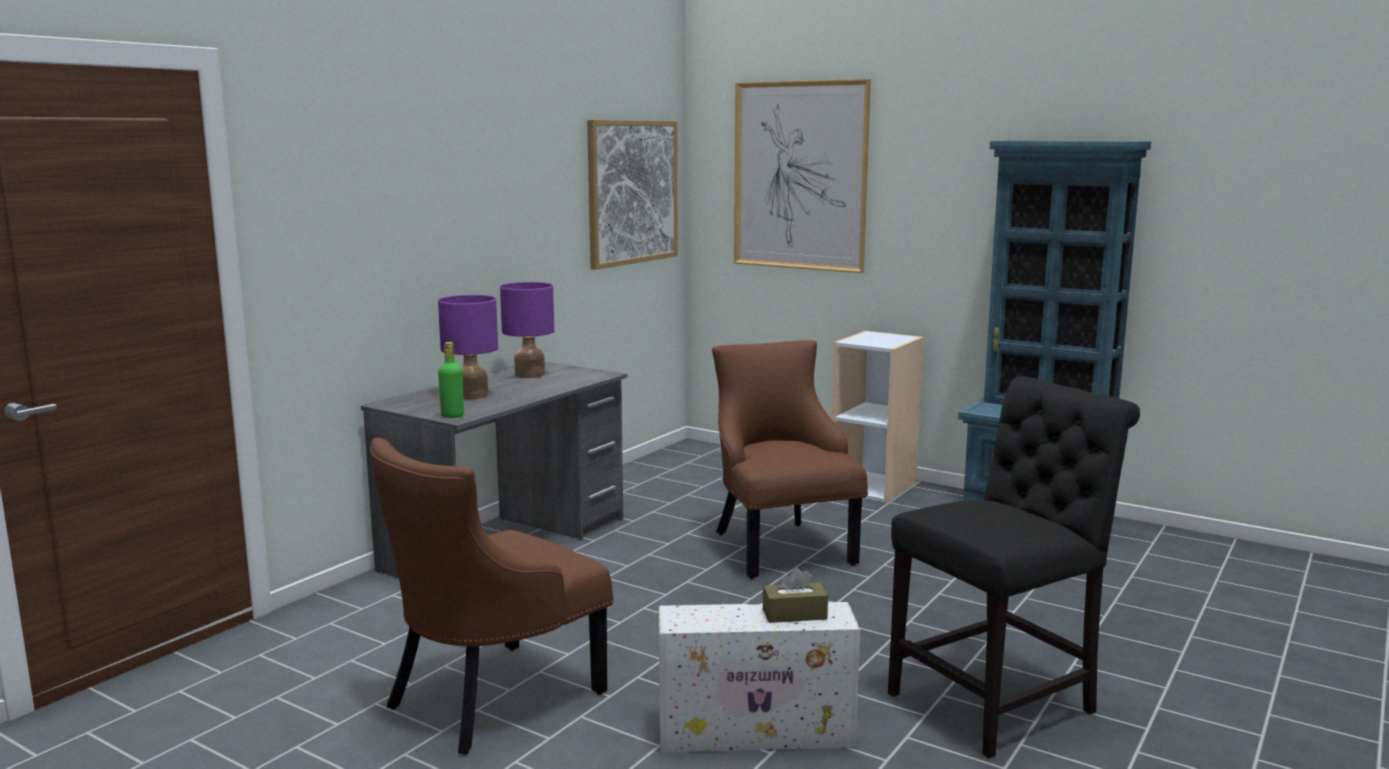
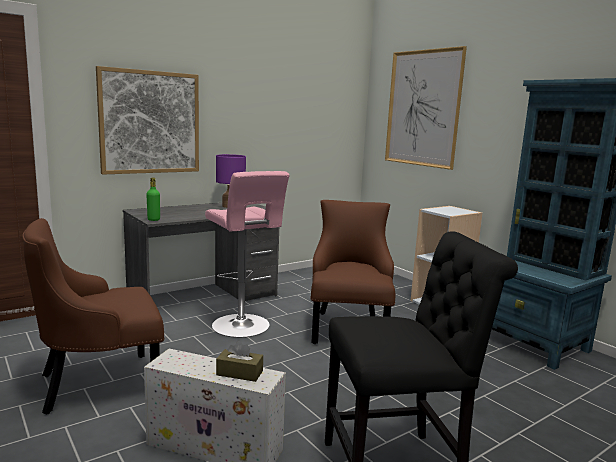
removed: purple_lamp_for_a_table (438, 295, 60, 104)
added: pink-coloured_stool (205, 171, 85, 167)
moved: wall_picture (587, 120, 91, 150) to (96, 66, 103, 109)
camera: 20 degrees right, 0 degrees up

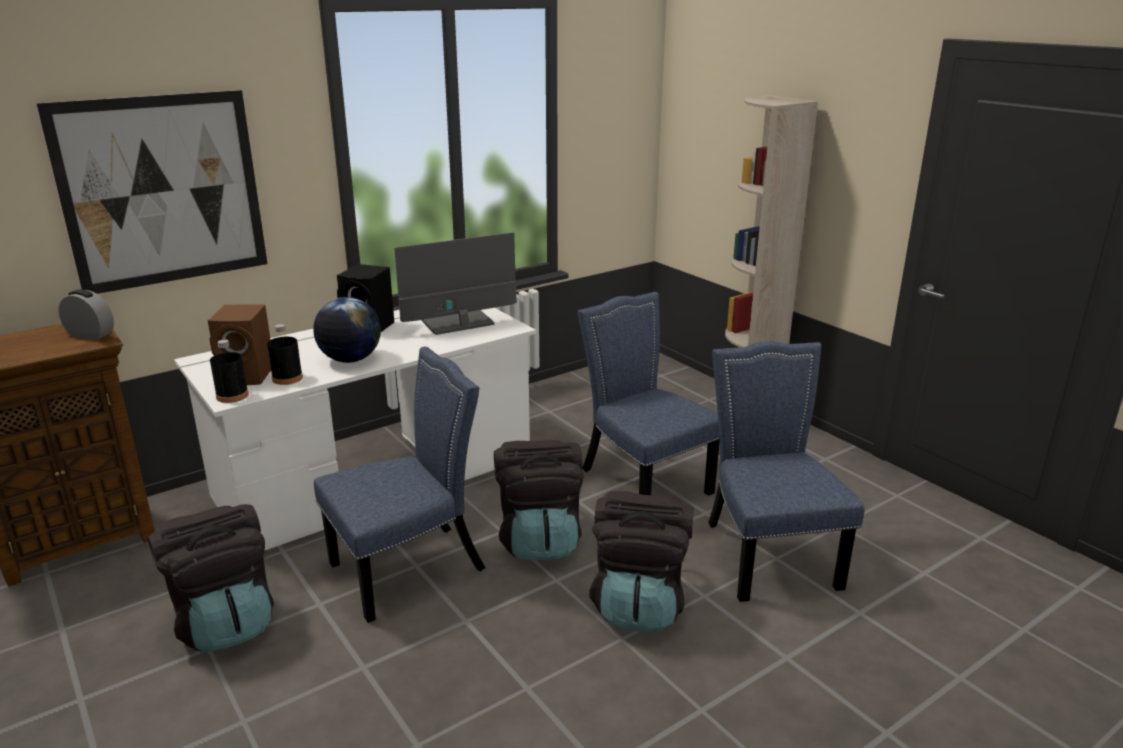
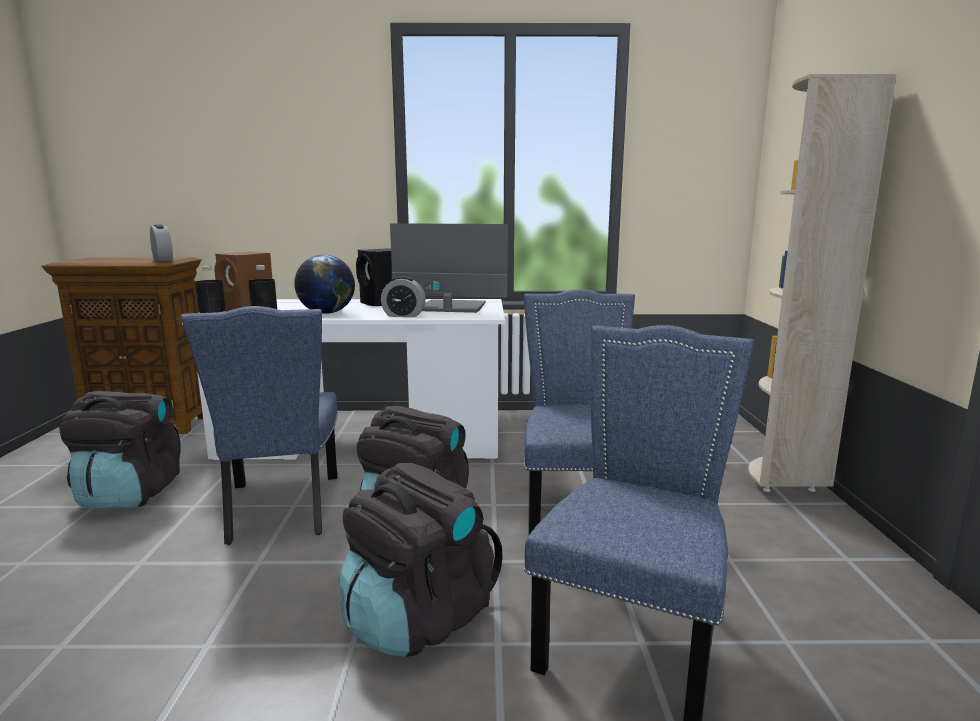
removed: wall_picture (36, 90, 232, 204)
added: bedside_clock (381, 276, 45, 41)
turned: blue_chair (314, 347, 172, 276) = (181, 306, 157, 239) 75 degrees clockwise
camera: 35 degrees right, 10 degrees down

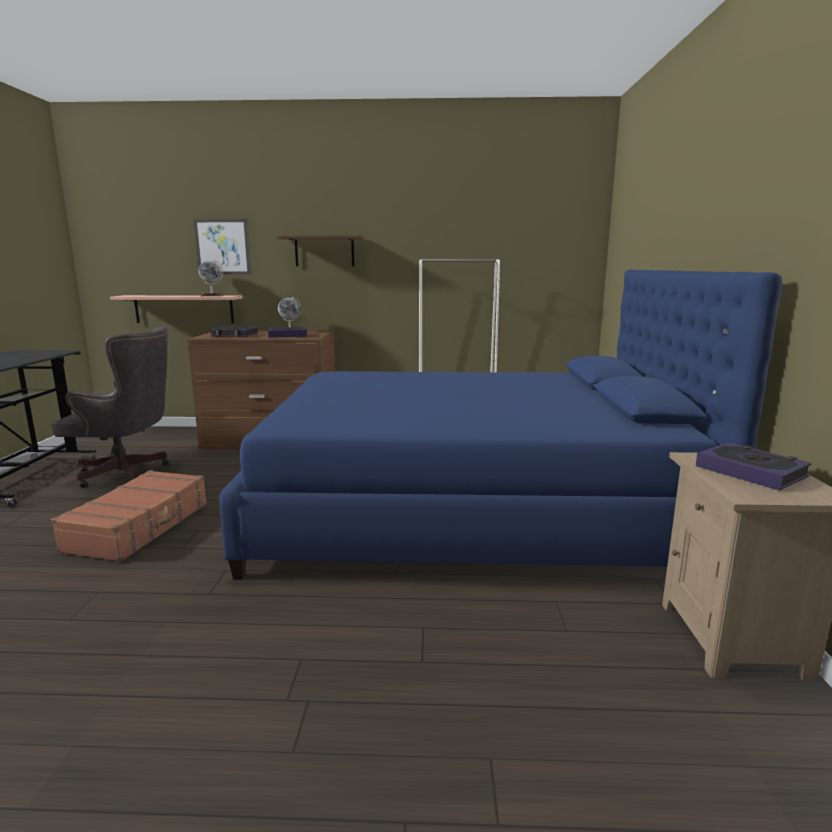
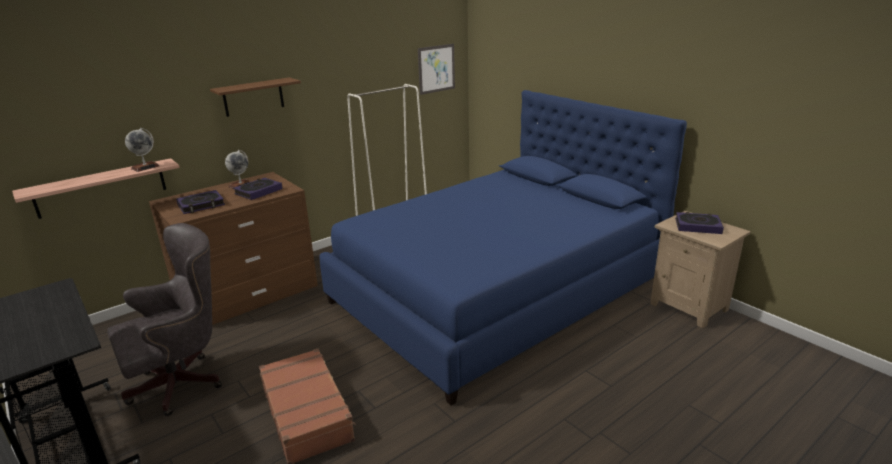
moved: wall_picture (193, 219, 58, 56) to (418, 44, 37, 51)
camera: 40 degrees left, 10 degrees up

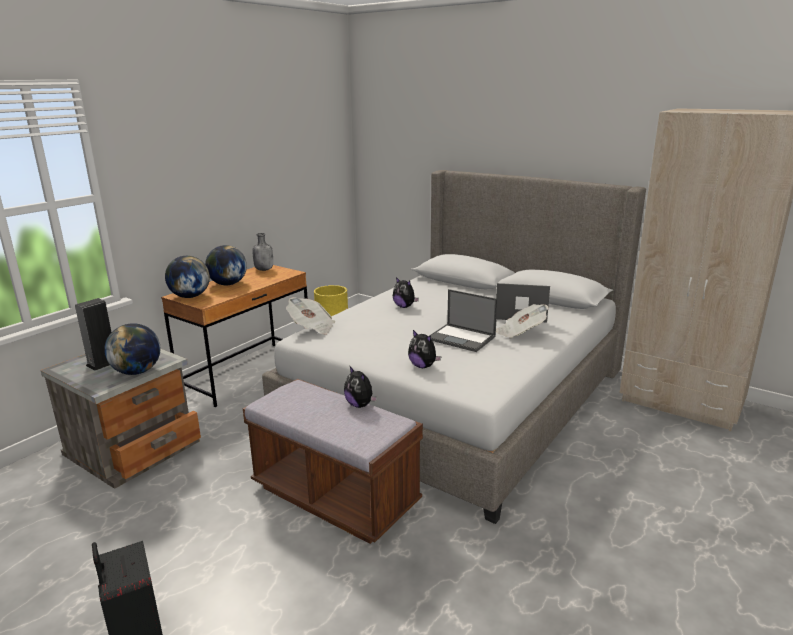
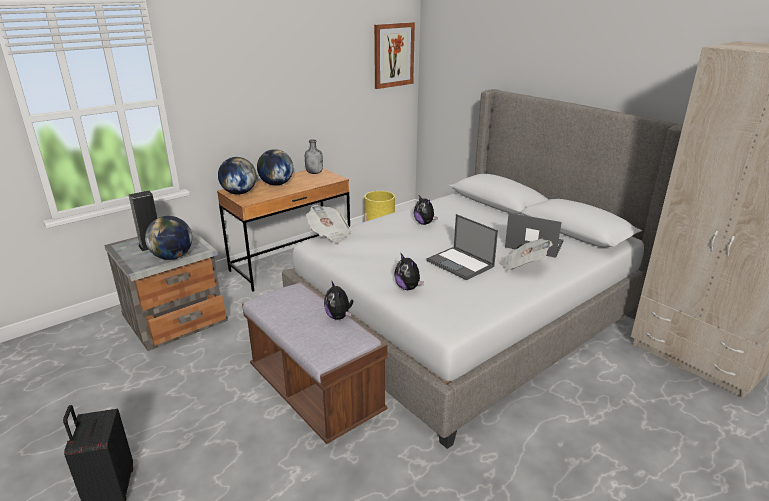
added: wall_picture (374, 22, 41, 67)
camera: 15 degrees right, 5 degrees up

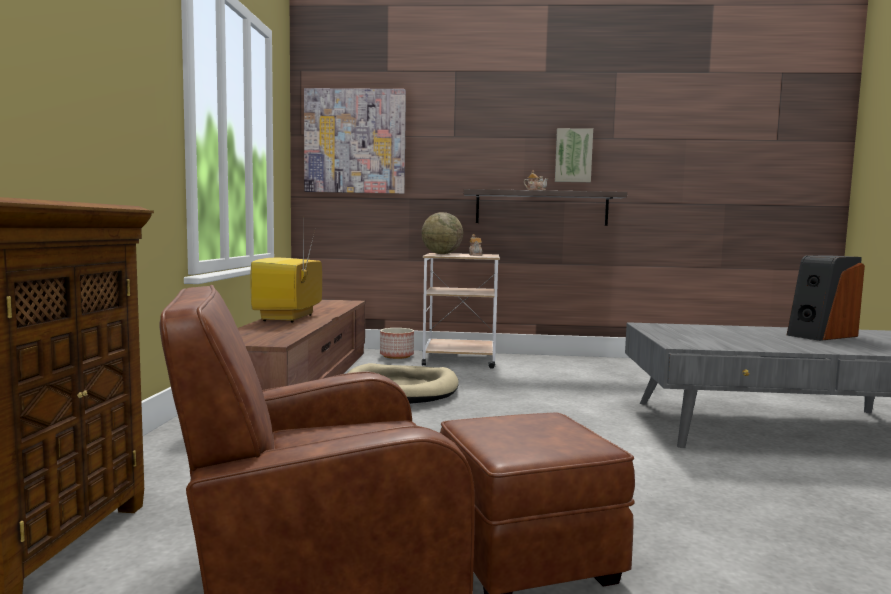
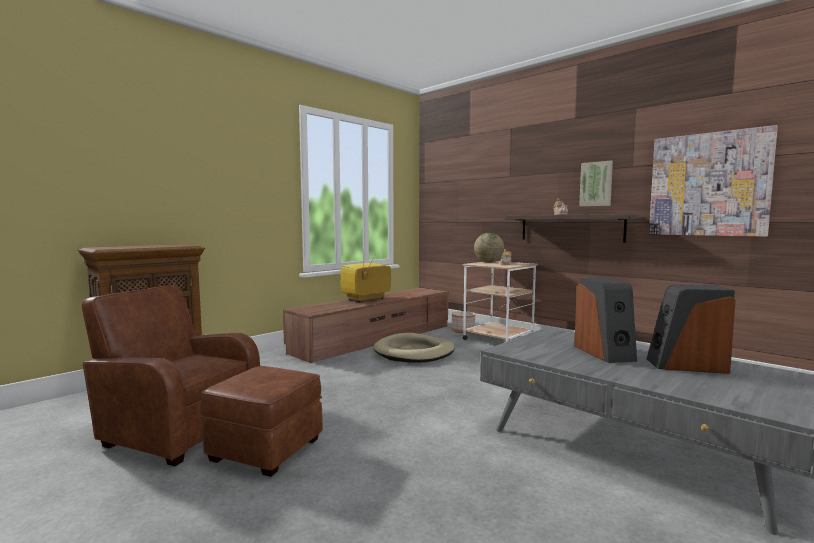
added: loudspeaker (574, 278, 63, 85)
moved: wall_picture (304, 88, 102, 106) to (649, 125, 129, 112)
camera: 40 degrees right, 0 degrees up

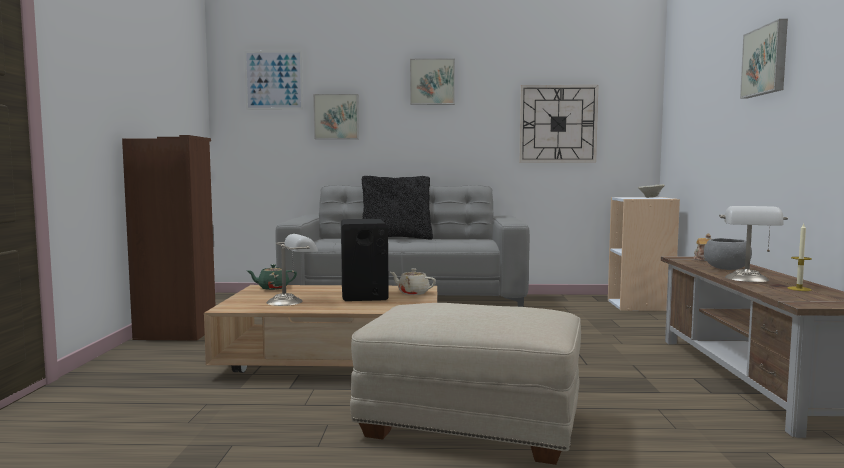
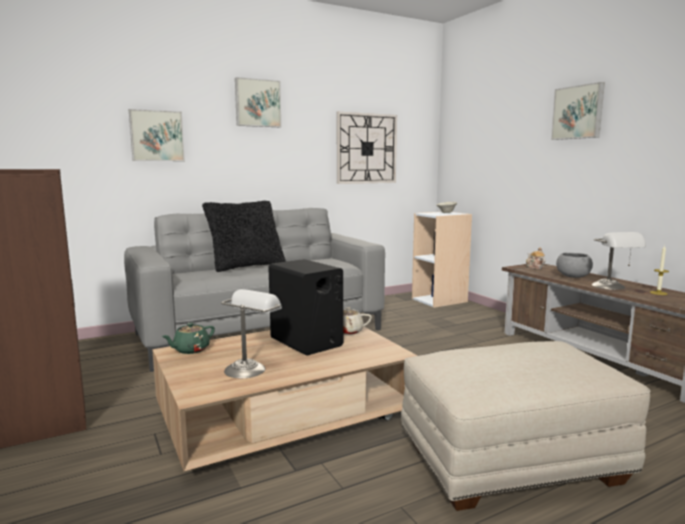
removed: wall_picture (244, 51, 59, 59)
camera: 30 degrees left, 5 degrees up

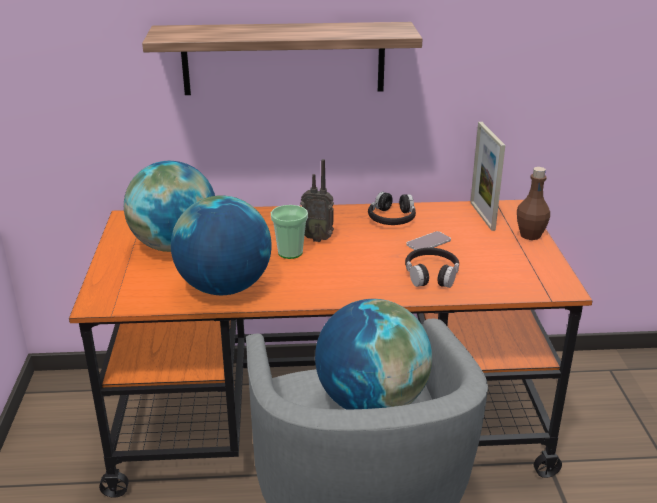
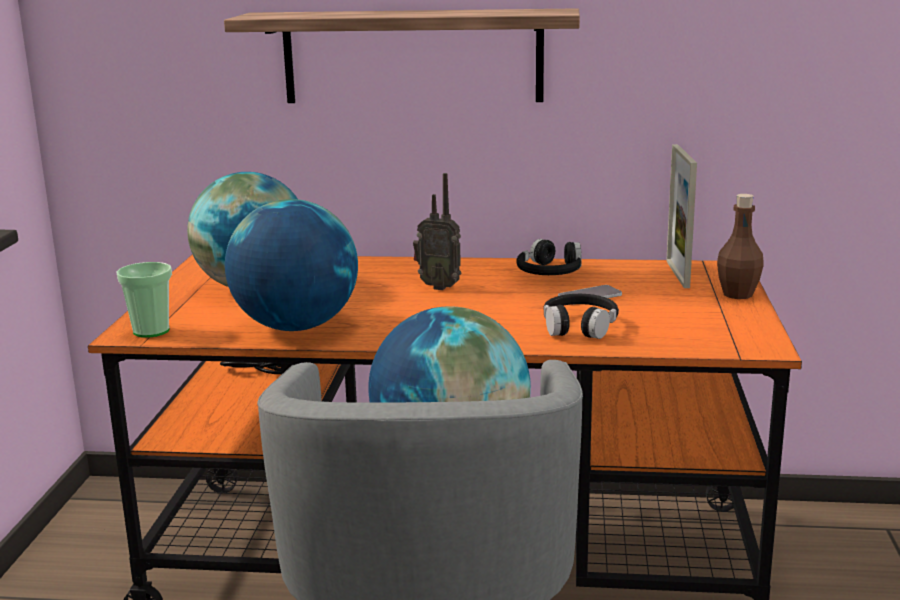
moved: small_cup (271, 205, 37, 54) to (117, 262, 55, 76)
camera: 10 degrees right, 10 degrees down

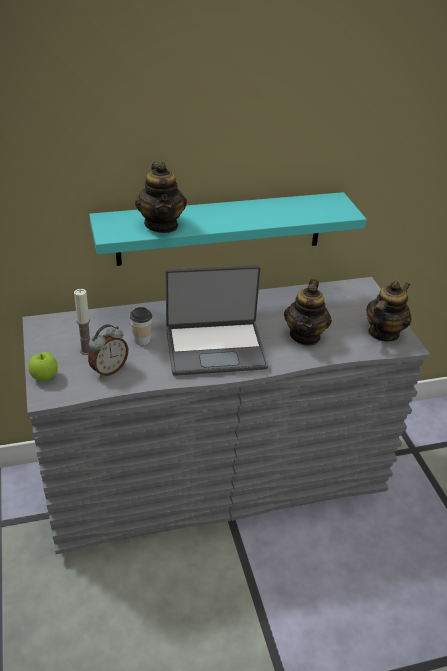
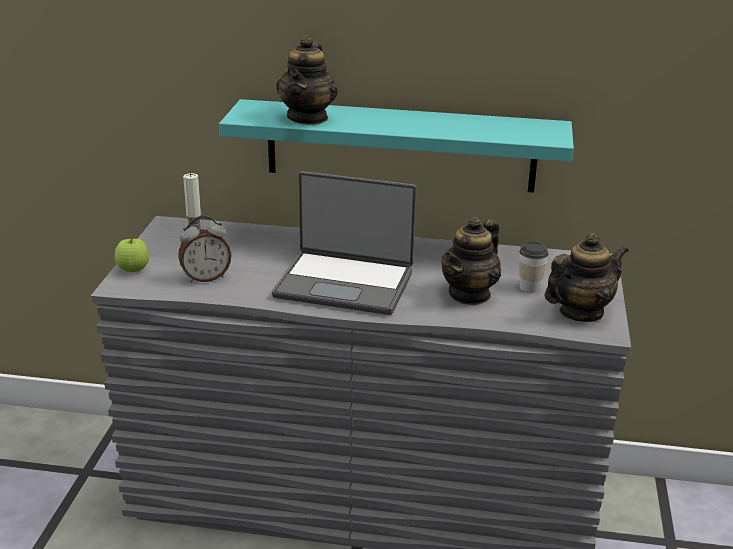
moved: small_cup (130, 307, 22, 38) to (519, 242, 30, 51)
camera: 25 degrees right, 10 degrees down

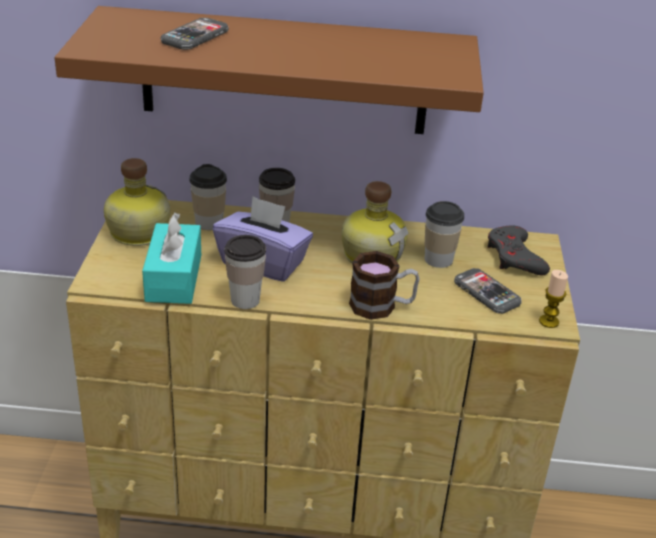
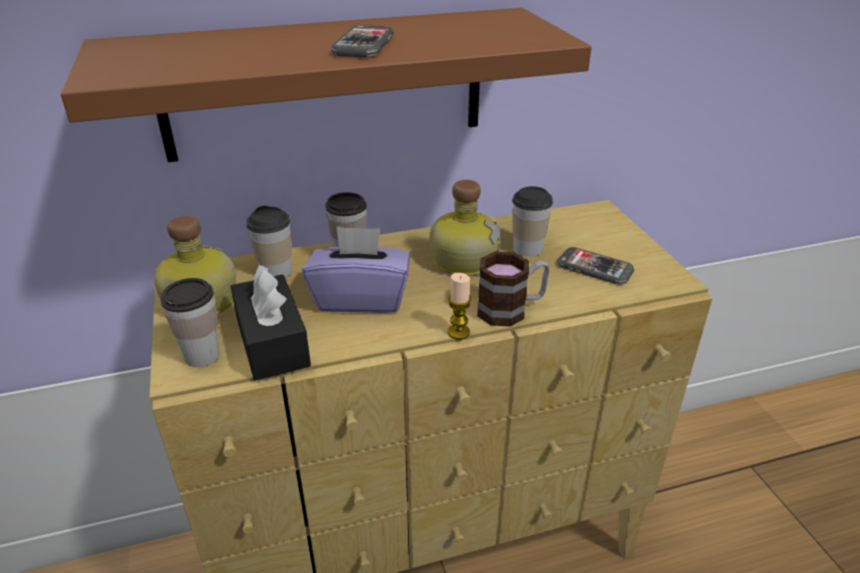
removed: greyish_joypad (487, 225, 63, 50)
moved: handset (160, 18, 69, 32) to (331, 25, 63, 32); small_cup (224, 235, 42, 74) to (160, 278, 60, 89); wax_light (539, 270, 29, 58) to (448, 273, 24, 66)
recoloured: turquoise-coloured_box_of_tissues (142, 212, 59, 92) to black-coloured_box_of_tissues (230, 265, 81, 116)
camera: 20 degrees left, 0 degrees up

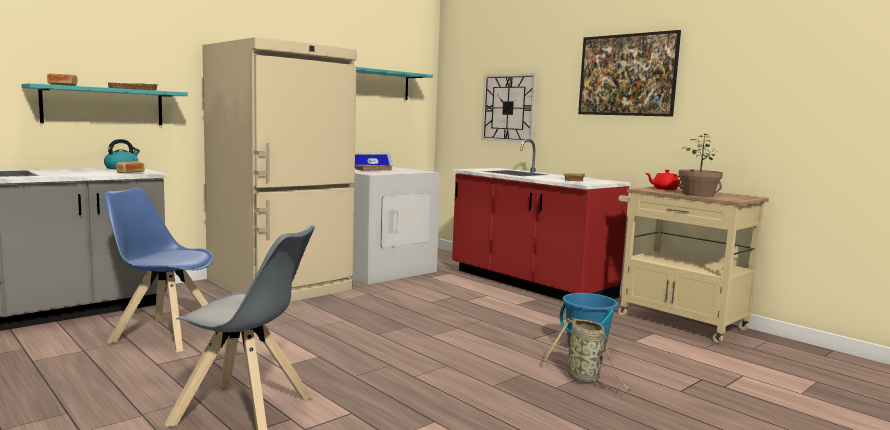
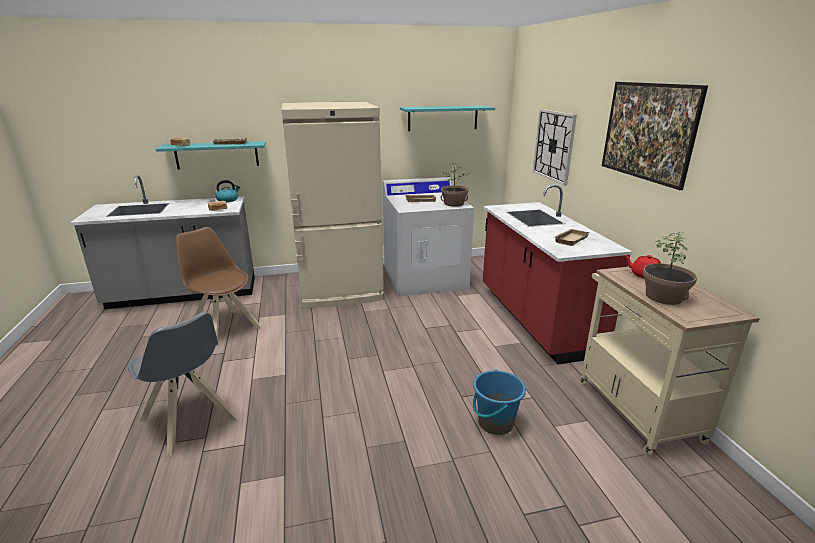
removed: household_basket (544, 318, 87, 73)
added: plant_in_a_pot (441, 163, 29, 44)
recoloured: blue_chair (104, 188, 110, 164) to brown_chair (175, 227, 86, 120)
camera: 30 degrees right, 15 degrees up

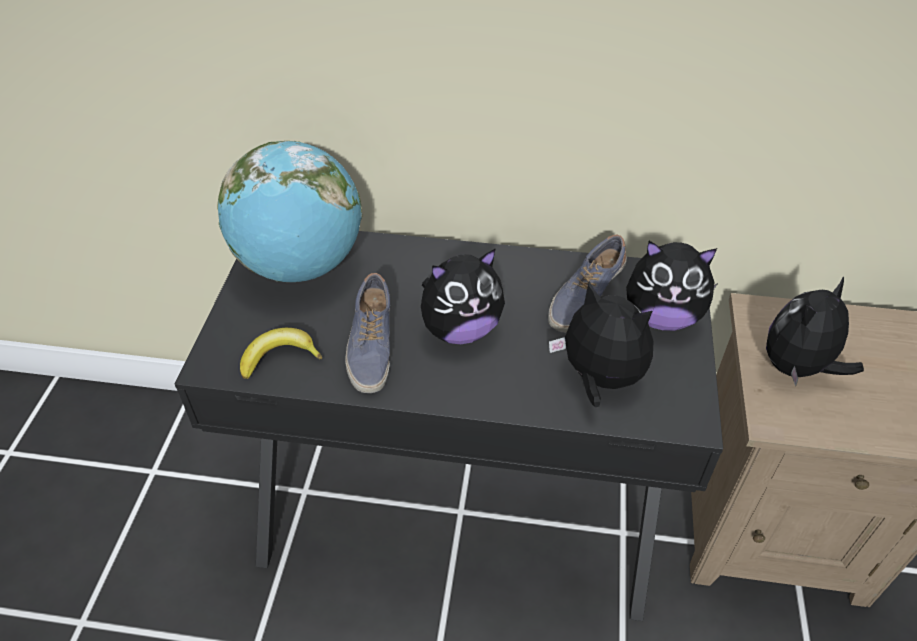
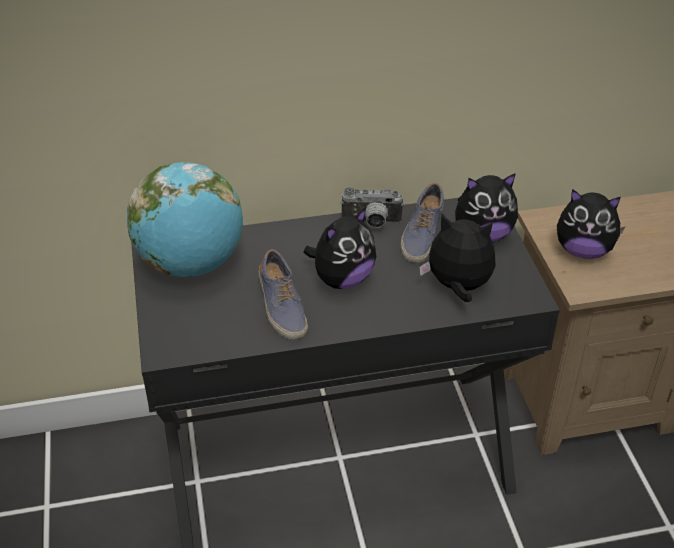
removed: banana (240, 328, 82, 51)
added: photo_camera (341, 187, 63, 41)
turned: plush_toy (766, 276, 98, 110) = (557, 189, 69, 70) 105 degrees counterclockwise
camera: 20 degrees left, 5 degrees down

